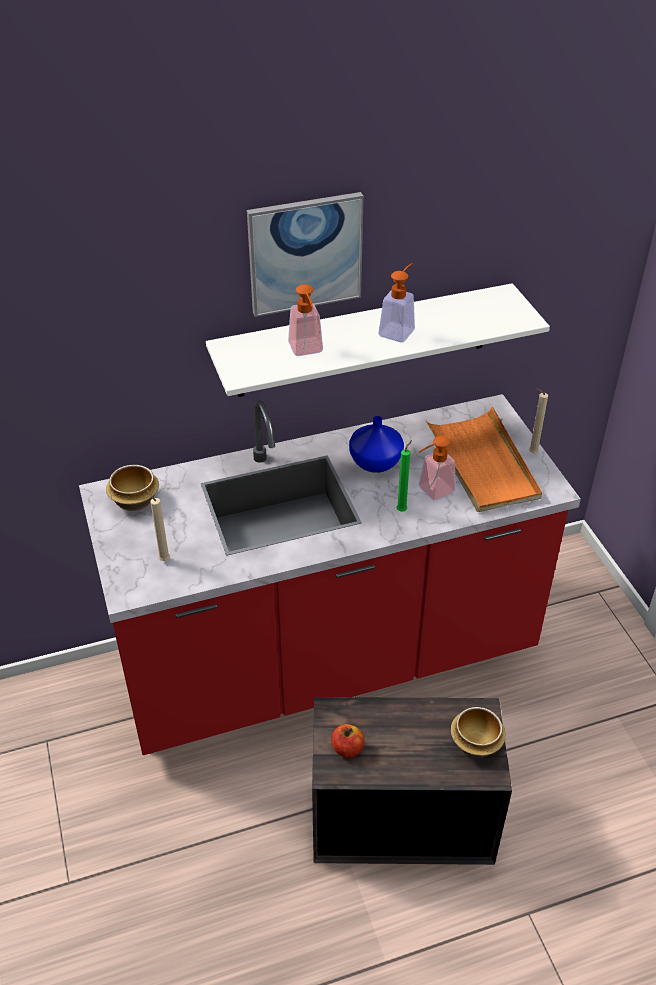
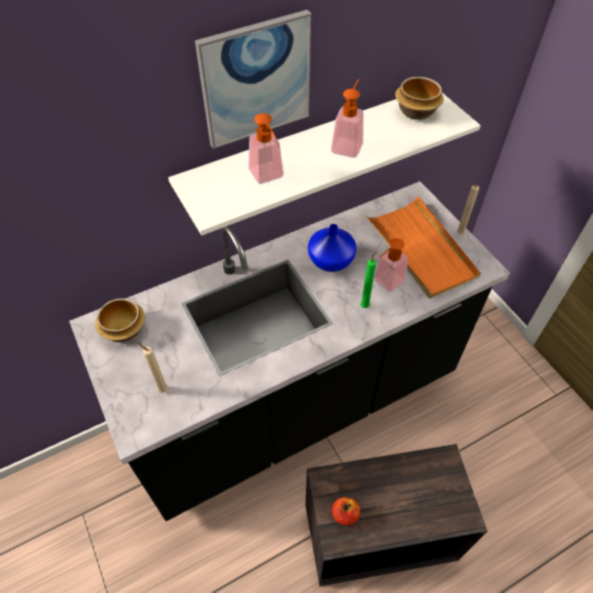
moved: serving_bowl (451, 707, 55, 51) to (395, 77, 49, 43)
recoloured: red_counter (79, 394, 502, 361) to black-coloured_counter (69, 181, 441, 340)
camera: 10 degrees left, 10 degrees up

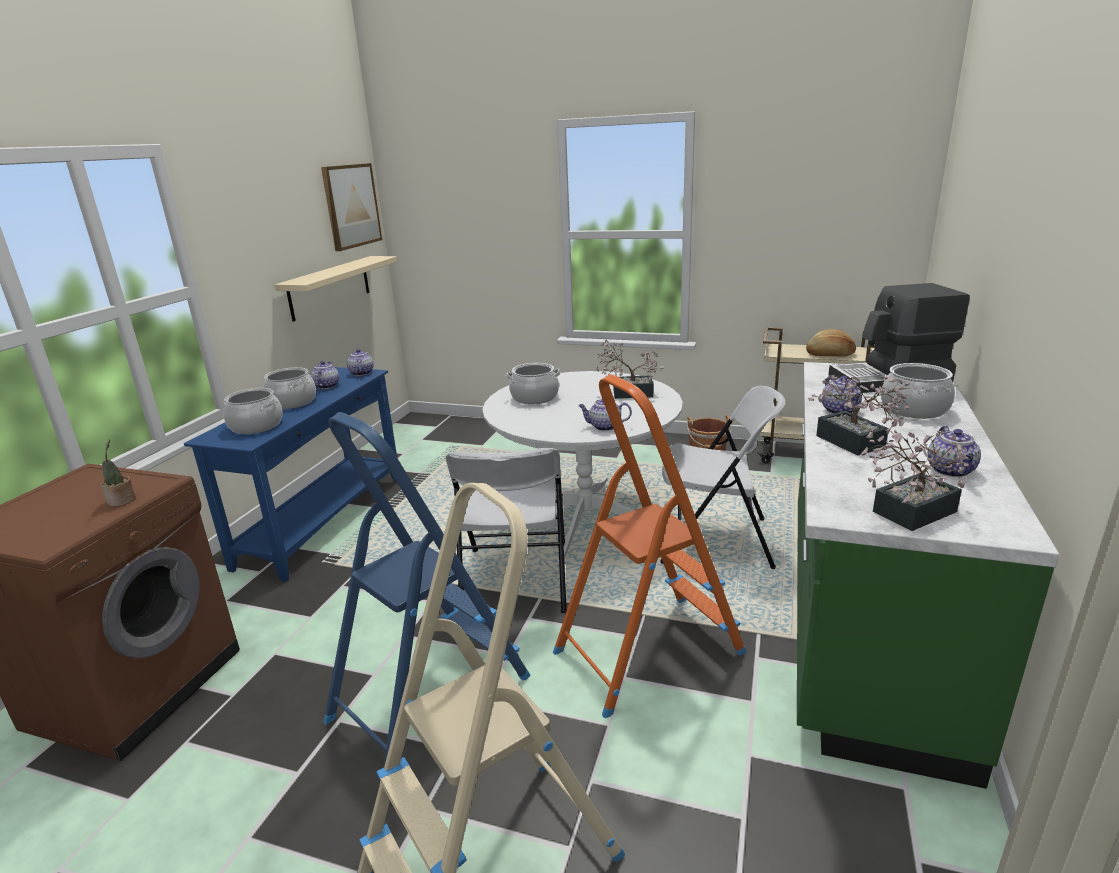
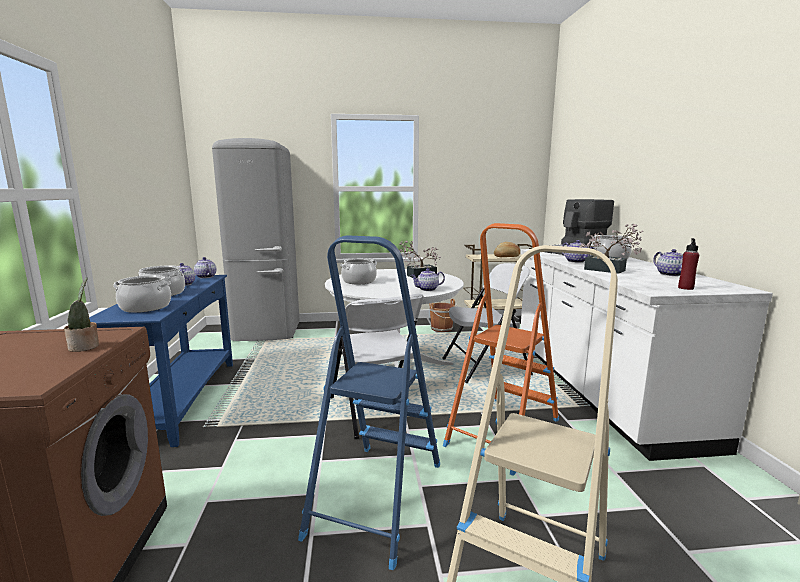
removed: beige-coloured_shelf (275, 256, 122, 66); wall_picture (321, 163, 61, 88)
added: greyish_refrigerator (212, 138, 88, 203)
replaced: plant_in_a_pot (860, 427, 109, 104) to red_beverage_bottle (678, 238, 21, 52)
recoloured: green-coloured_counter (797, 362, 262, 427) to white-coloured_counter (520, 249, 253, 212)
camera: 25 degrees left, 10 degrees down

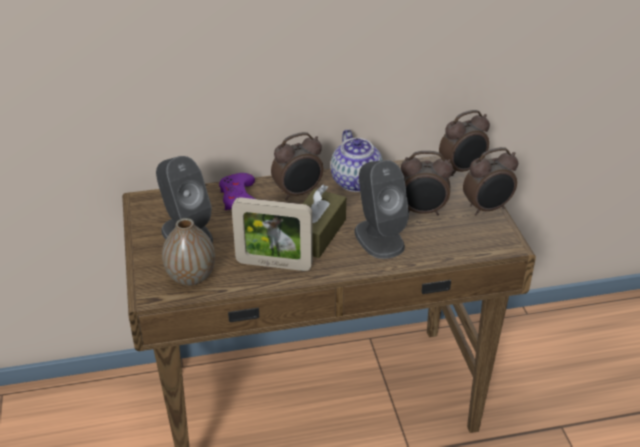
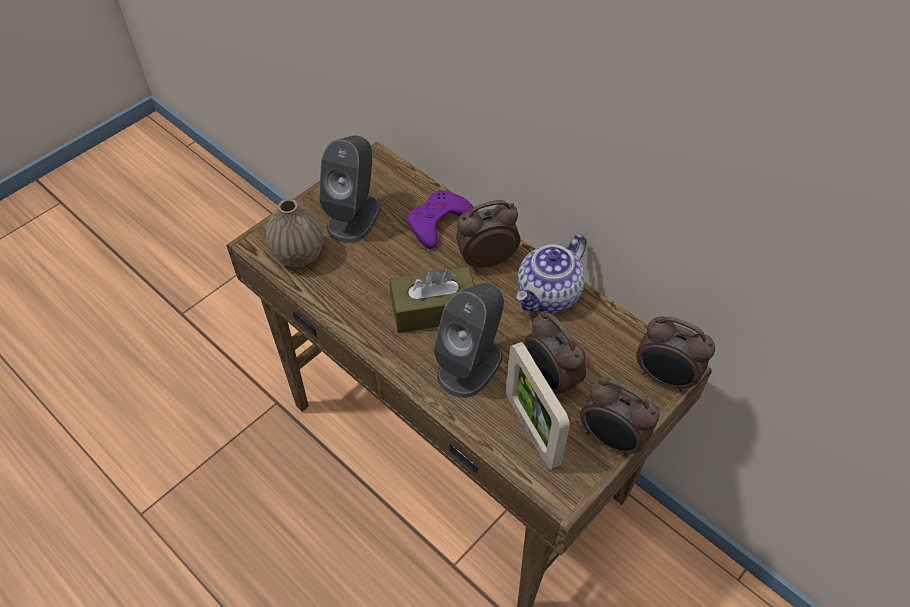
moved: picture_frame (232, 197, 81, 74) to (506, 342, 64, 128)
turned: bedside_clock (271, 132, 52, 69) = (456, 200, 64, 70) 135 degrees clockwise
camera: 55 degrees right, 15 degrees up

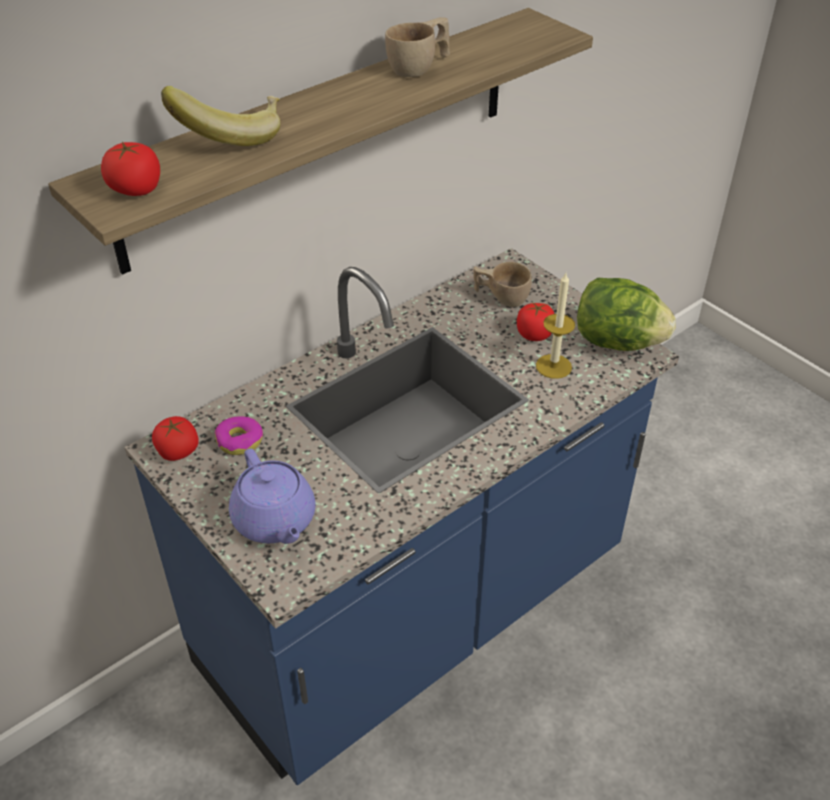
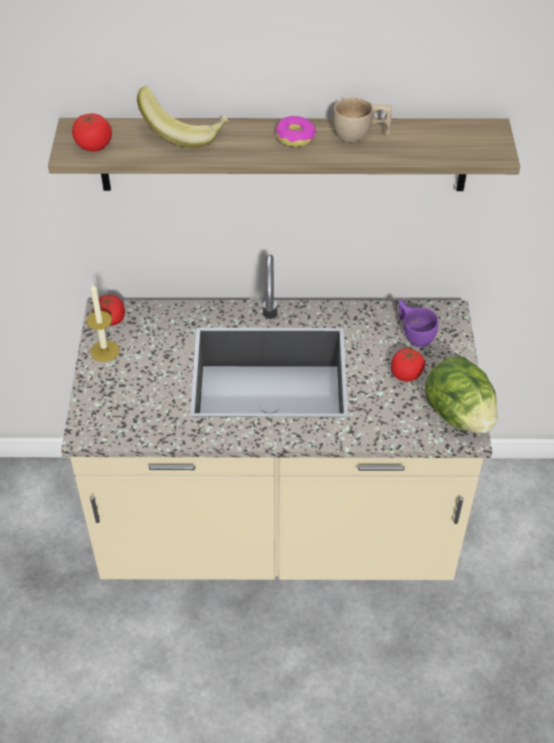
removed: purple_pot_for_tea (229, 448, 86, 96)
moved: doughnut (215, 416, 48, 39) to (275, 116, 41, 31); wax_light (536, 273, 39, 106) to (87, 283, 32, 79)
recoloured: blue_counter (124, 248, 555, 537) to beige-coloured_counter (61, 254, 432, 326); beige-coloured_small_cup (474, 262, 58, 45) to purple_small_cup (399, 300, 39, 47)
camera: 40 degrees right, 5 degrees up

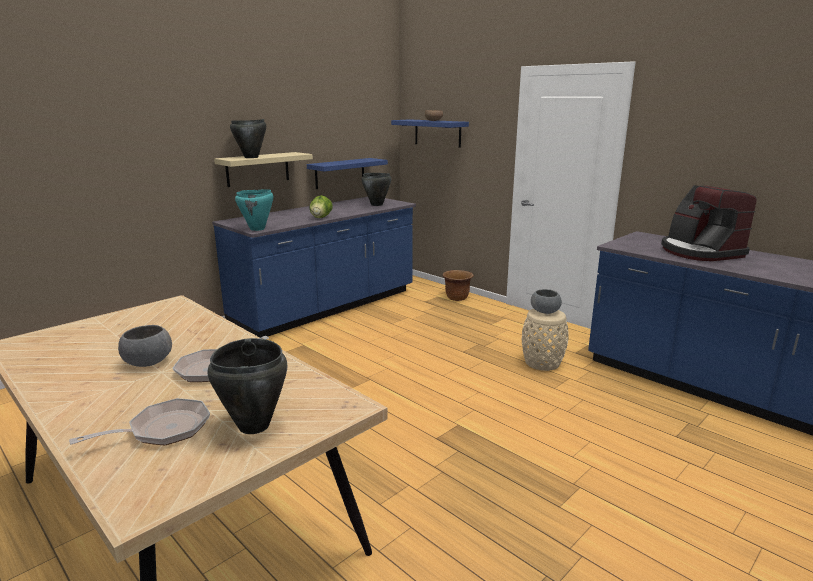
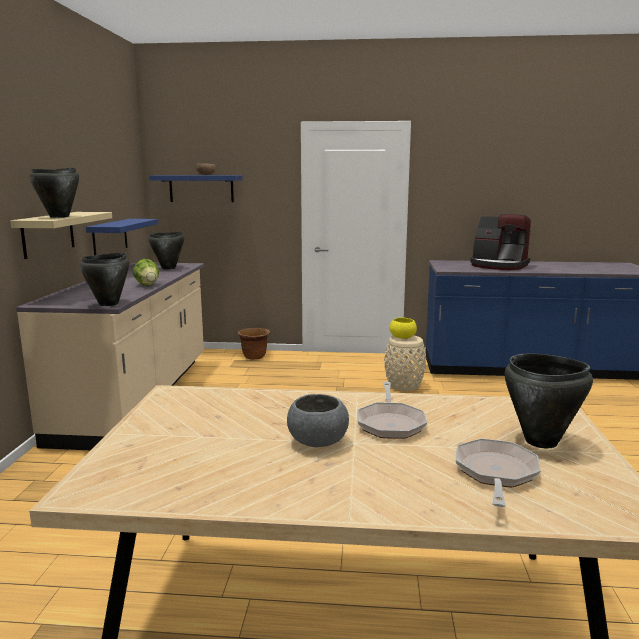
recoloured: blue_counter (212, 197, 204, 141) to beige-coloured_counter (16, 262, 188, 188); turquoise-coloured_stockpot (235, 189, 38, 42) to black-coloured_stockpot (80, 252, 49, 54); greyish_serving_bowl (531, 289, 31, 25) to yellow_serving_bowl (389, 317, 28, 22)
camera: 40 degrees left, 5 degrees down

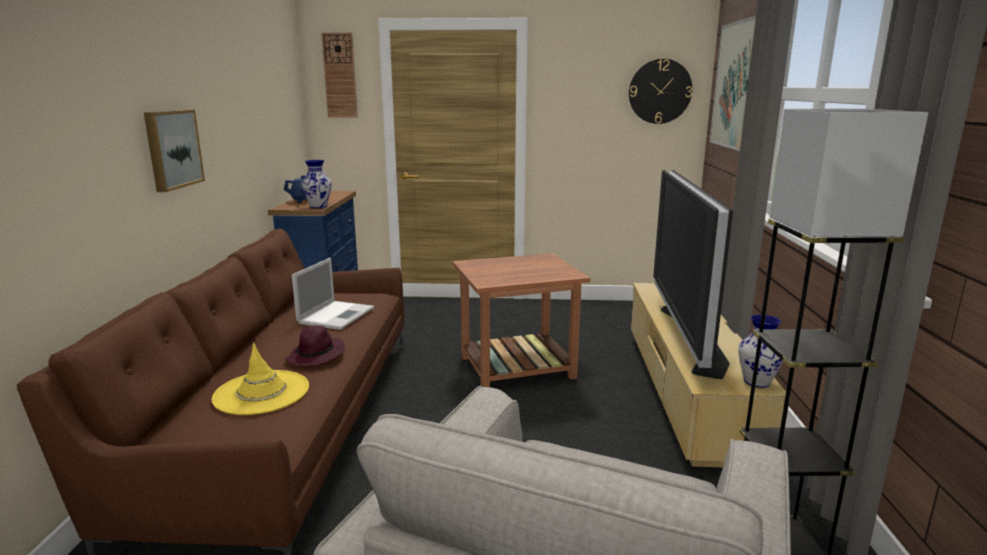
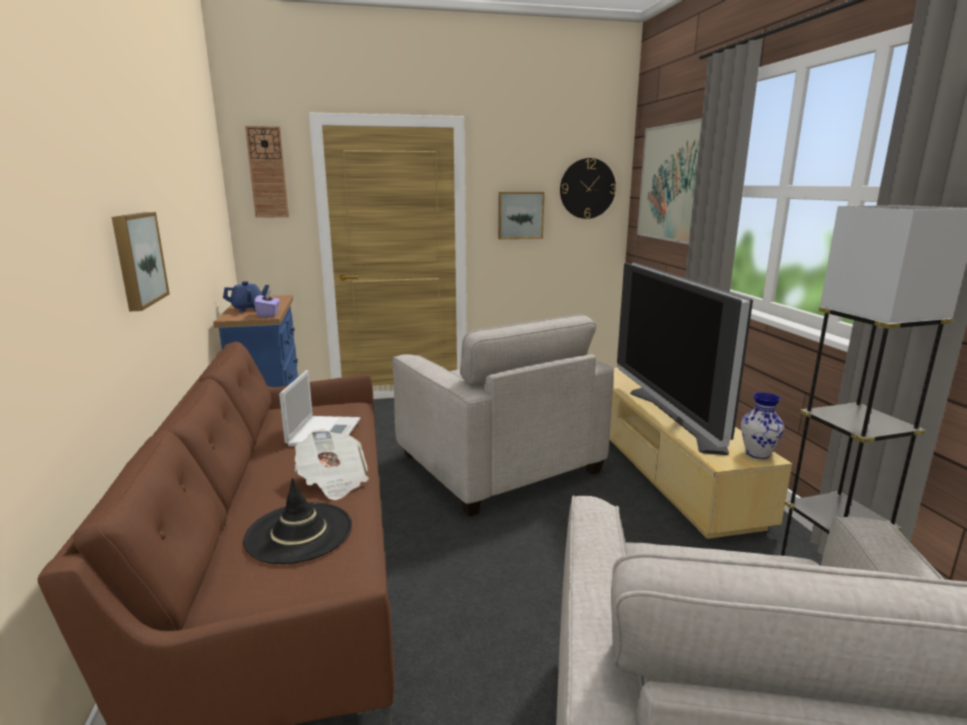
added: wall_picture (498, 192, 47, 47)
replaced: purple_wearable_hat (285, 325, 60, 41) to printed_paper (295, 429, 74, 71); decorative_vase (301, 160, 30, 48) to purple_box_of_tissues (254, 290, 26, 27); brown_side_table (453, 253, 137, 134) to greyish_easy_chair (392, 314, 222, 203)
recoloured: yellow_wearable_hat (212, 343, 97, 72) to black-coloured_wearable_hat (243, 478, 109, 86)
camera: 15 degrees left, 0 degrees up

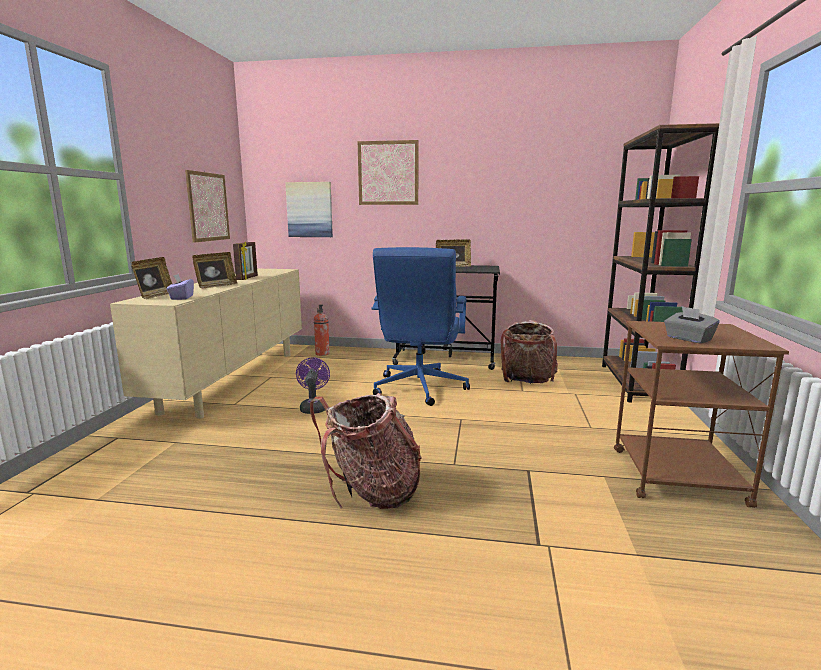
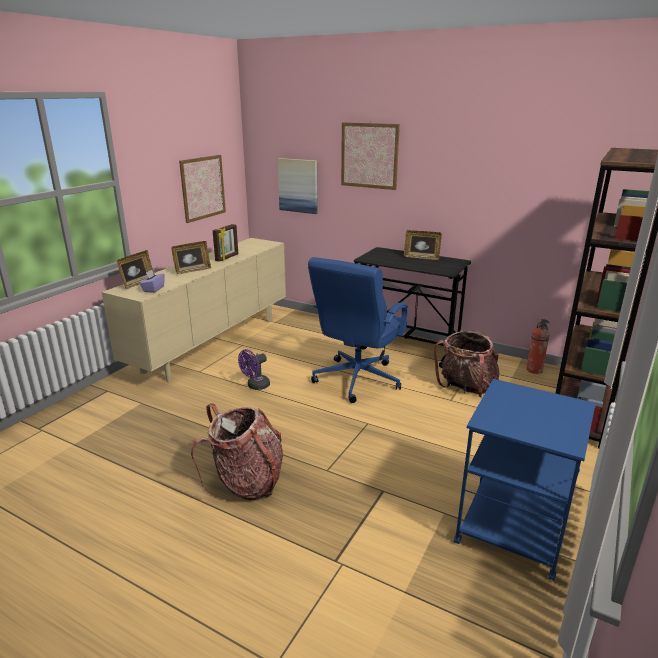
removed: greyish_box_of_tissues (664, 306, 55, 37)
moved: extinguisher (314, 304, 16, 52) to (526, 319, 24, 55)
recoloured: brown_wheeled_cart (614, 321, 175, 187) to blue_wheeled_cart (454, 379, 142, 202)
turned: purple_fan (296, 357, 34, 57) = (238, 349, 32, 41) 150 degrees counterclockwise
camera: 20 degrees right, 10 degrees up

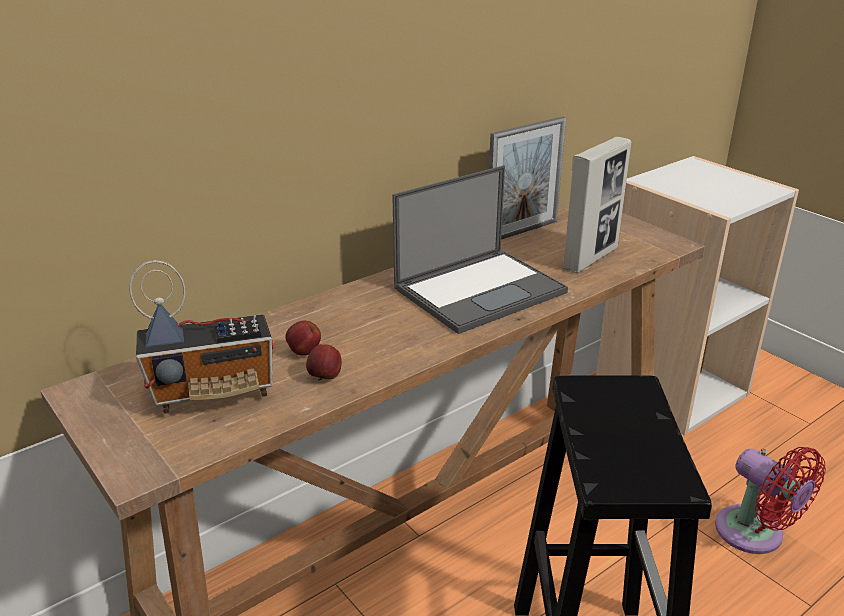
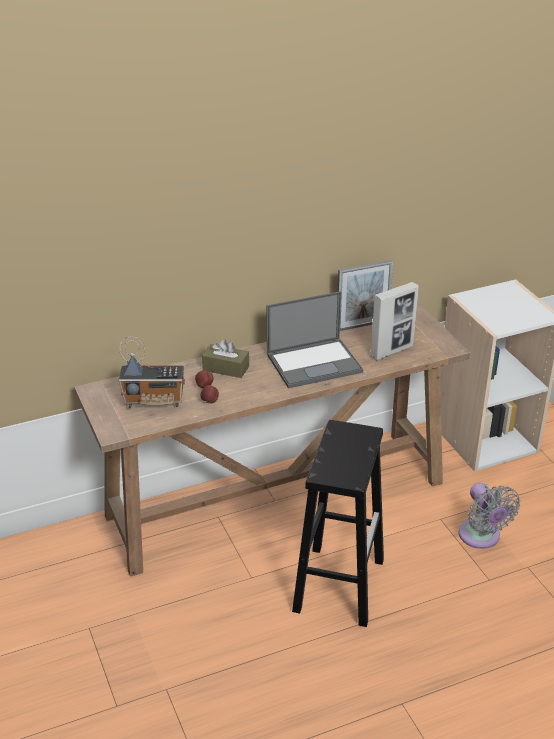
added: brown_box_of_tissues (202, 339, 47, 39)
recoloured: red_fan (715, 447, 111, 107) to greyish_fan (458, 483, 62, 66)
camera: 15 degrees right, 5 degrees up

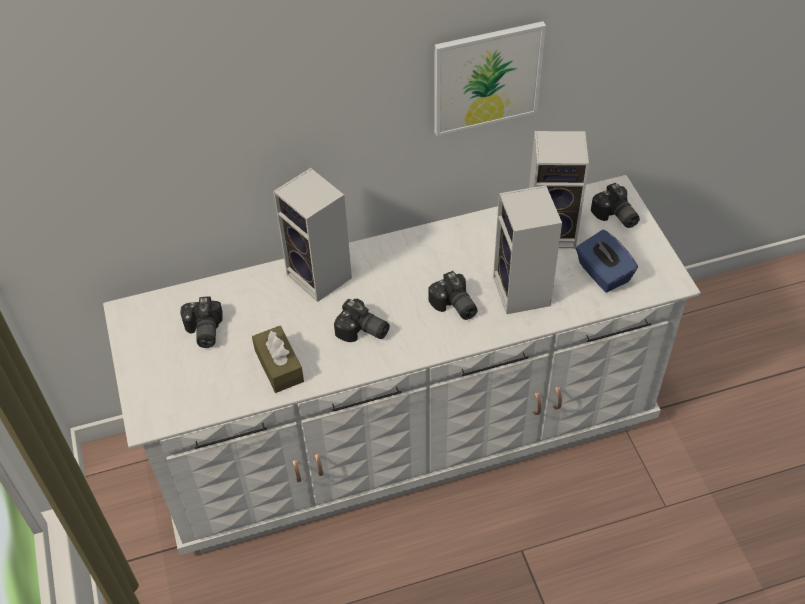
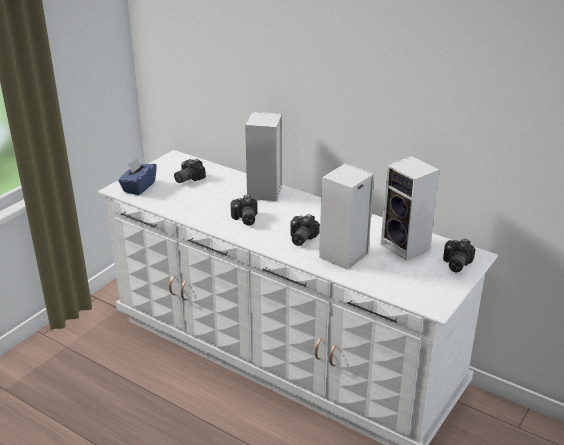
removed: brown_box_of_tissues (252, 326, 52, 67); wall_picture (434, 21, 112, 115)
moved: blue_box_of_tissues (576, 230, 62, 62) to (118, 157, 39, 38)
camera: 50 degrees right, 20 degrees down

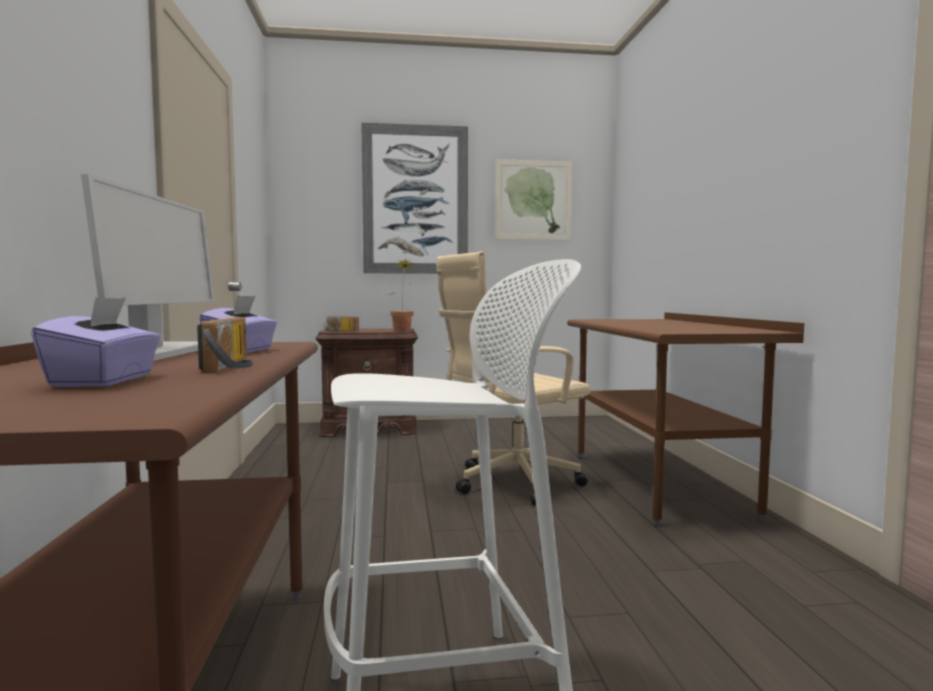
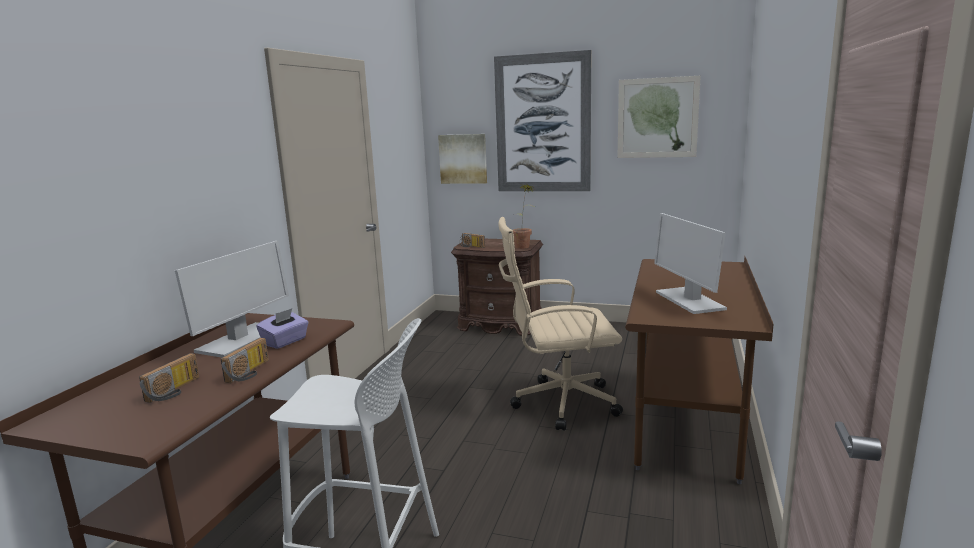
added: wall_picture (438, 134, 49, 50); computer_display (654, 213, 73, 101)
replaced: purple_box_of_tissues (31, 297, 129, 90) to radio_receiver (139, 353, 60, 50)
camera: 25 degrees right, 10 degrees up

